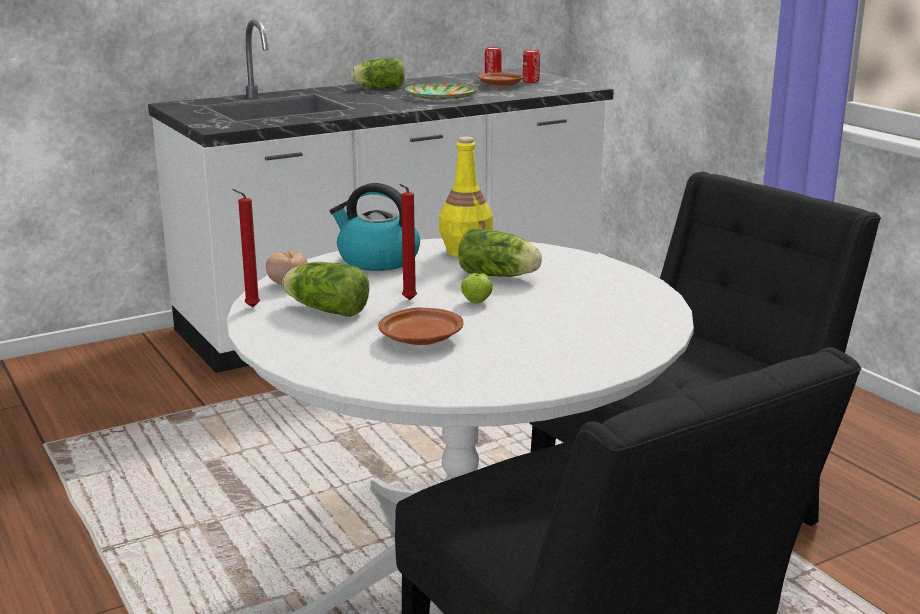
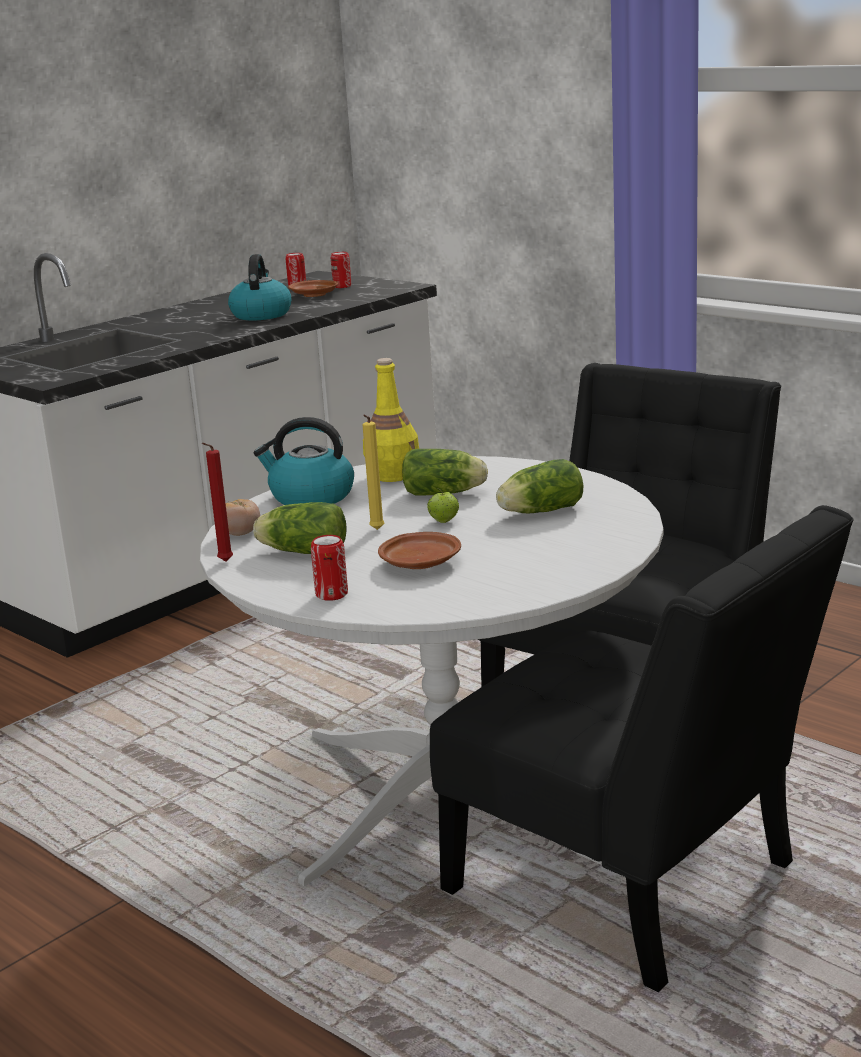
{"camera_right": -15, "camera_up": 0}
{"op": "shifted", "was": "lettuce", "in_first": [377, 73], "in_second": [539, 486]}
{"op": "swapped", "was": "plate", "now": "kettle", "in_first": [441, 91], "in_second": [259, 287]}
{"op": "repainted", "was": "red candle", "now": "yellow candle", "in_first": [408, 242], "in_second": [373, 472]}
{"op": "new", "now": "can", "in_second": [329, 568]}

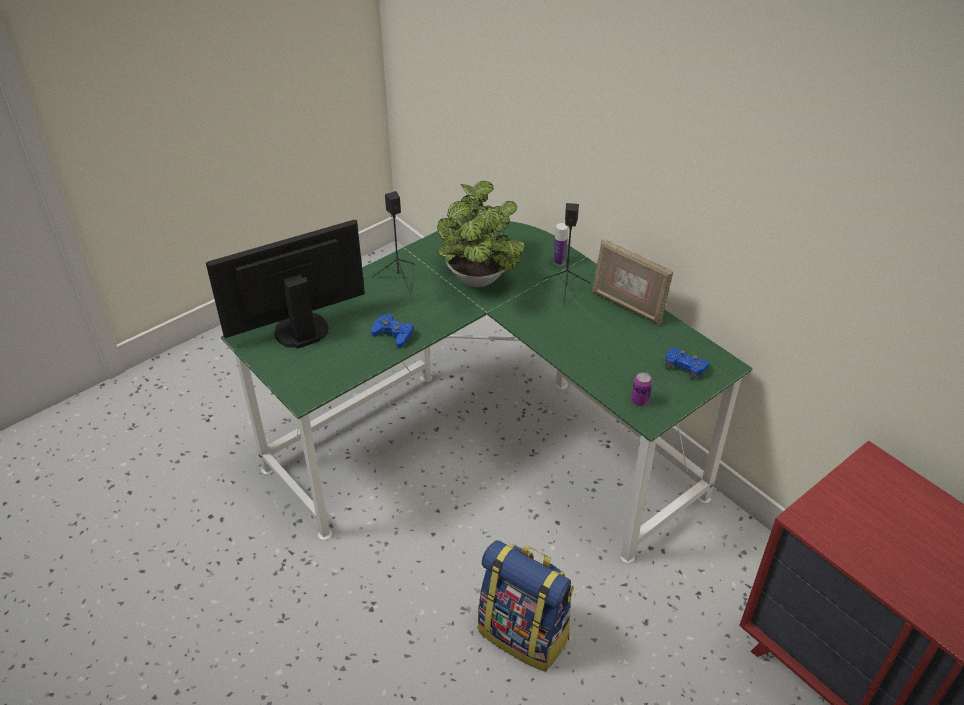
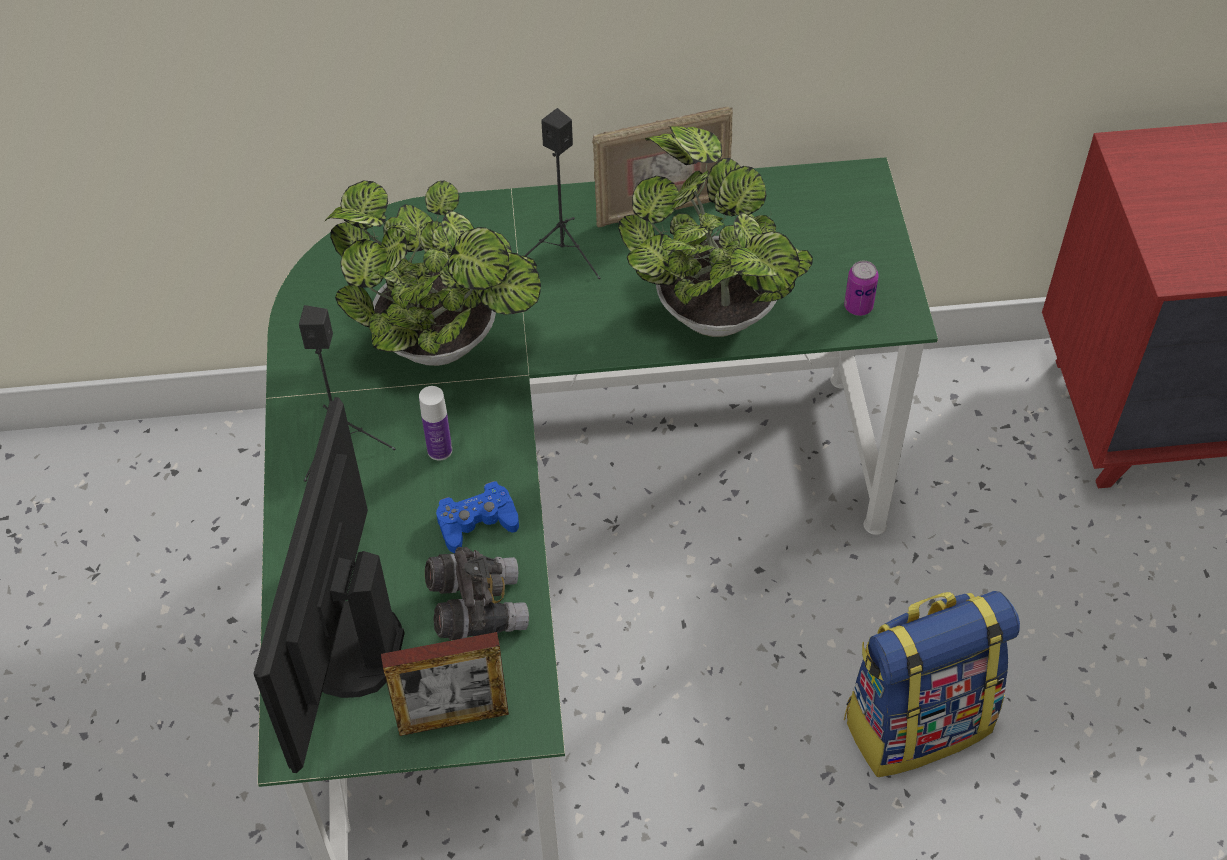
{"camera_right": -55, "camera_up": 10}
{"op": "shifted", "was": "bottle", "in_first": [561, 244], "in_second": [435, 423]}
{"op": "gone", "was": "blue game controller", "in_first": [687, 364]}
{"op": "new", "now": "potted plant", "in_second": [715, 231]}
{"op": "new", "now": "grey binoculars", "in_second": [477, 593]}
{"op": "new", "now": "picture frame", "in_second": [445, 684]}

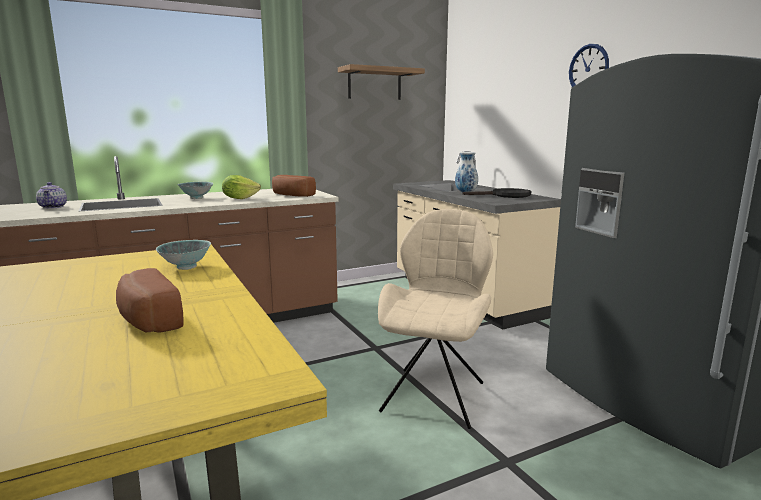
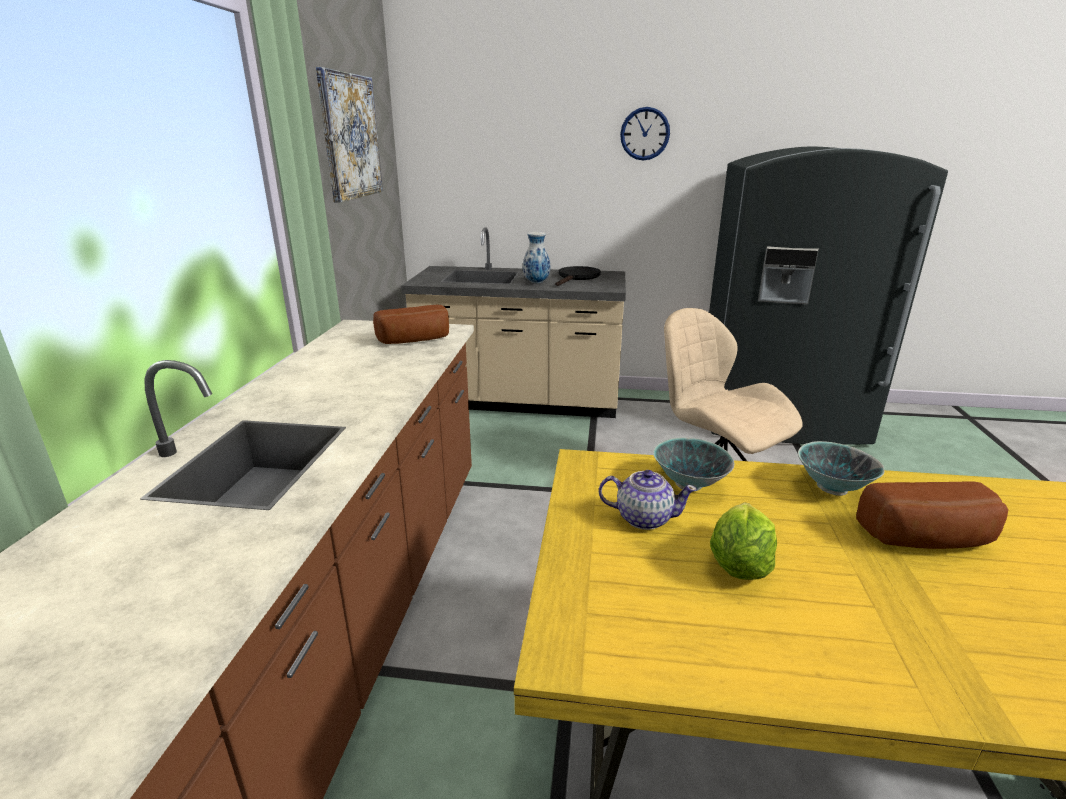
{"camera_right": -55, "camera_up": 10}
{"op": "swapped", "was": "shelf", "now": "picture", "in_first": [381, 82], "in_second": [349, 134]}
{"op": "shifted", "was": "lettuce", "in_first": [241, 187], "in_second": [743, 541]}
{"op": "shifted", "was": "teapot", "in_first": [51, 195], "in_second": [648, 500]}
{"op": "shifted", "was": "bowl", "in_first": [195, 190], "in_second": [841, 468]}

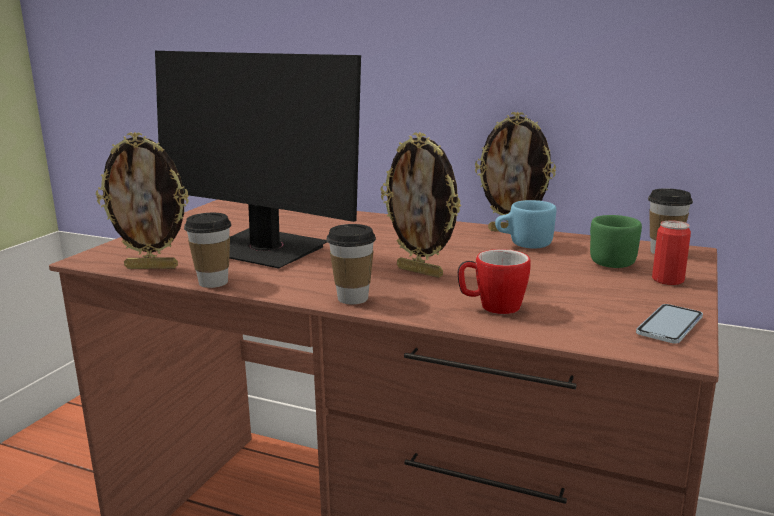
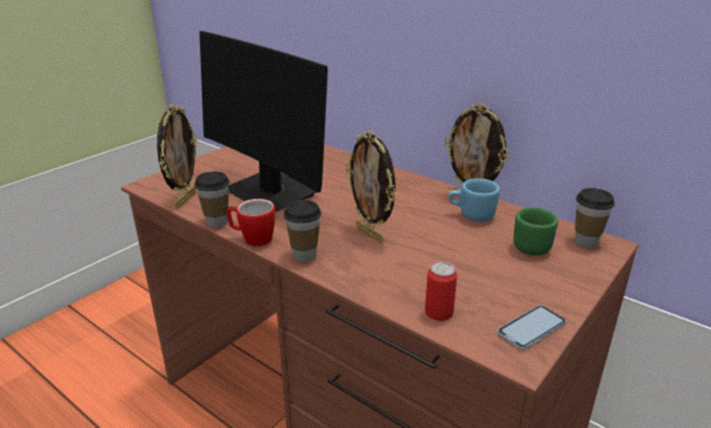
{"camera_right": 15, "camera_up": 10}
{"op": "rotated", "was": "picture frame", "in_first": [142, 200], "in_second": [177, 156], "clockwise": -90}
{"op": "shifted", "was": "can", "in_first": [671, 252], "in_second": [441, 291]}
{"op": "shifted", "was": "mug", "in_first": [494, 281], "in_second": [251, 222]}

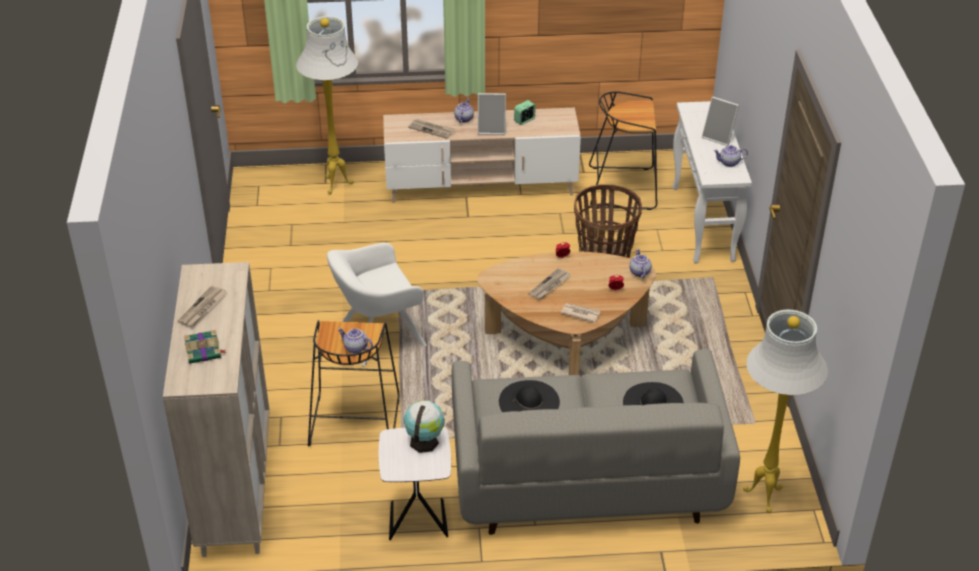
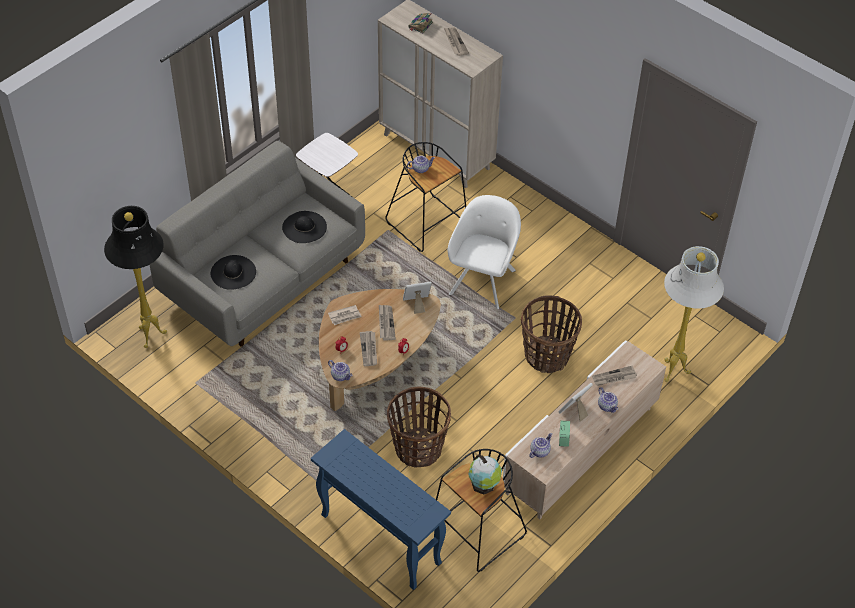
{"camera_right": 135, "camera_up": 10}
{"op": "shifted", "was": "picture frame", "in_first": [720, 121], "in_second": [417, 298]}
{"op": "repainted", "was": "white console table", "now": "blue console table", "in_first": [712, 182], "in_second": [381, 509]}
{"op": "shifted", "was": "teapot", "in_first": [731, 156], "in_second": [540, 445]}
{"op": "repainted", "was": "white floor lamp", "now": "black floor lamp", "in_first": [785, 411], "in_second": [135, 277]}
{"op": "shifted", "was": "globe", "in_first": [424, 426], "in_second": [485, 474]}
{"op": "new", "now": "basket", "in_second": [551, 334]}
{"op": "new", "now": "newspaper", "in_second": [368, 348]}

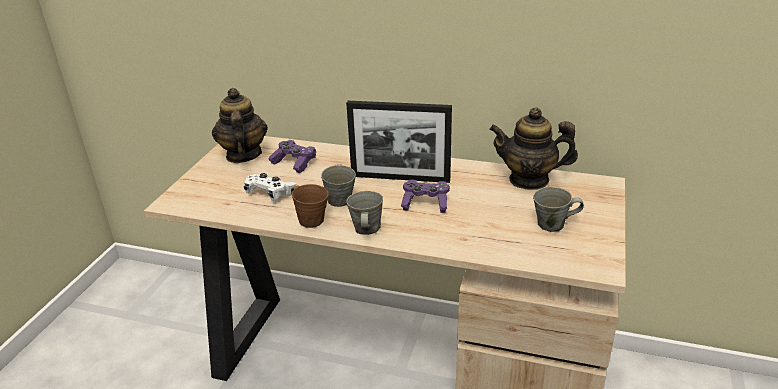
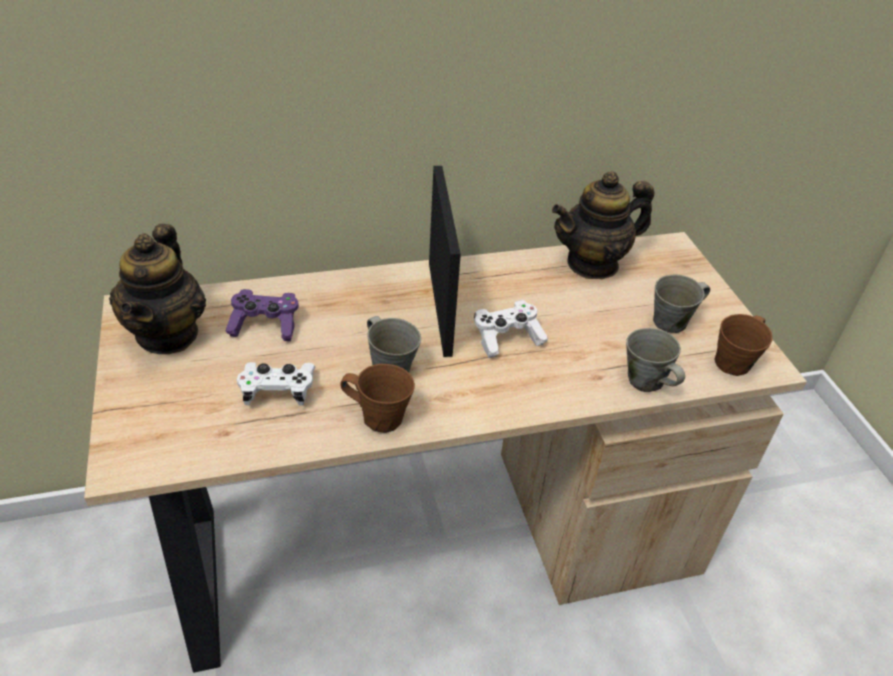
{"camera_right": -35, "camera_up": 10}
{"op": "rotated", "was": "teapot", "in_first": [240, 125], "in_second": [157, 289], "clockwise": -135}
{"op": "rotated", "was": "picture frame", "in_first": [399, 142], "in_second": [445, 261], "clockwise": -75}
{"op": "repainted", "was": "purple game controller", "now": "white game controller", "in_first": [425, 196], "in_second": [511, 329]}
{"op": "shifted", "was": "grey mug", "in_first": [364, 213], "in_second": [655, 360]}
{"op": "new", "now": "brown mug", "in_second": [743, 345]}

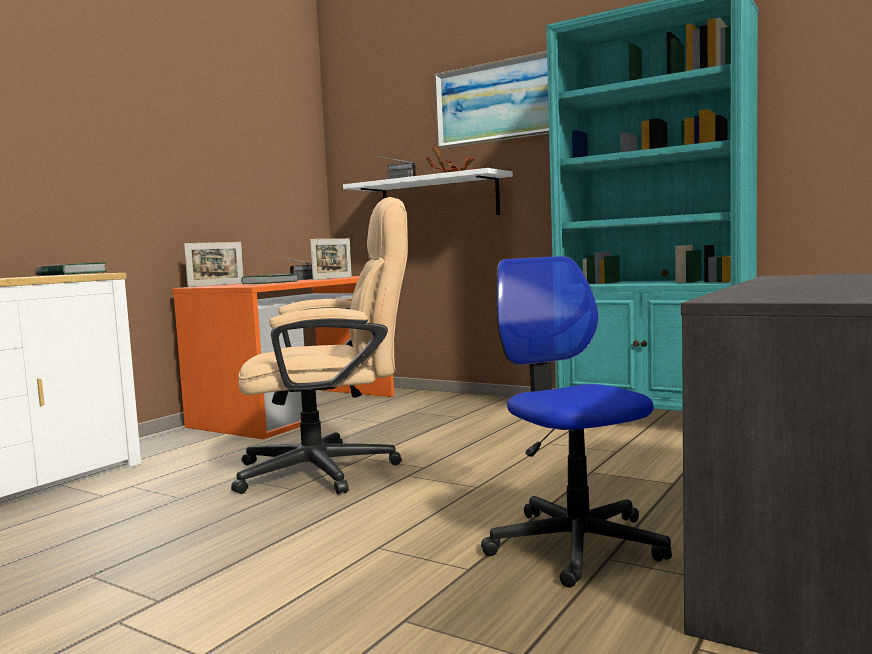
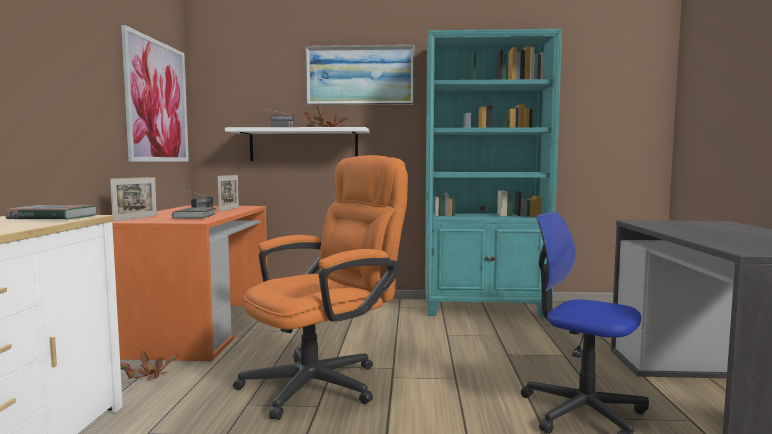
{"camera_right": -30, "camera_up": 0}
{"op": "repainted", "was": "beige office chair", "now": "orange office chair", "in_first": [319, 345], "in_second": [320, 287]}
{"op": "new", "now": "picture", "in_second": [155, 93]}
{"op": "new", "now": "potted plant", "in_second": [150, 365]}

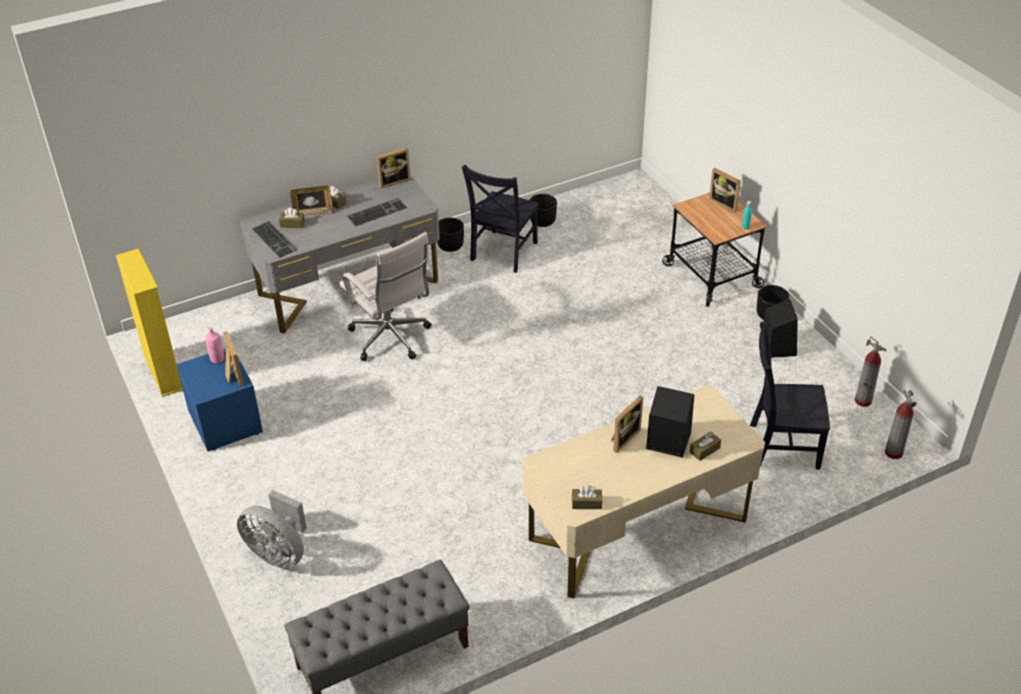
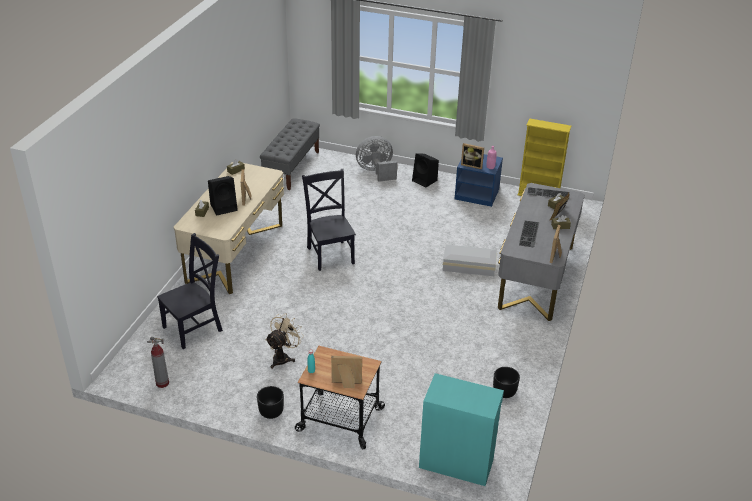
{"camera_right": 135, "camera_up": -5}
{"op": "shifted", "was": "black chair", "in_first": [500, 219], "in_second": [329, 220]}
{"op": "gone", "was": "black planter", "in_first": [450, 235]}
{"op": "swapped", "was": "white office chair", "now": "white storage box", "in_first": [385, 296], "in_second": [470, 260]}
{"op": "shifted", "was": "black speaker", "in_first": [780, 328], "in_second": [425, 170]}
{"op": "gone", "was": "fire extinguisher", "in_first": [901, 424]}
{"op": "new", "now": "beige fan", "in_second": [284, 341]}
{"op": "new", "now": "turquoise cabinet", "in_second": [461, 429]}

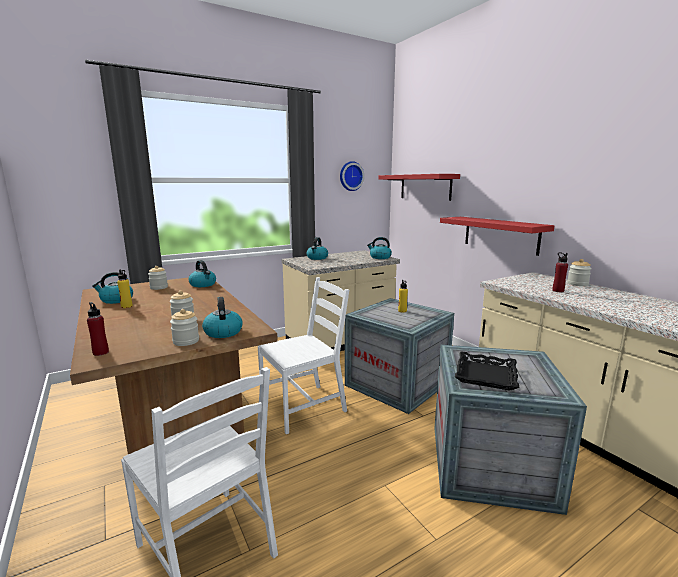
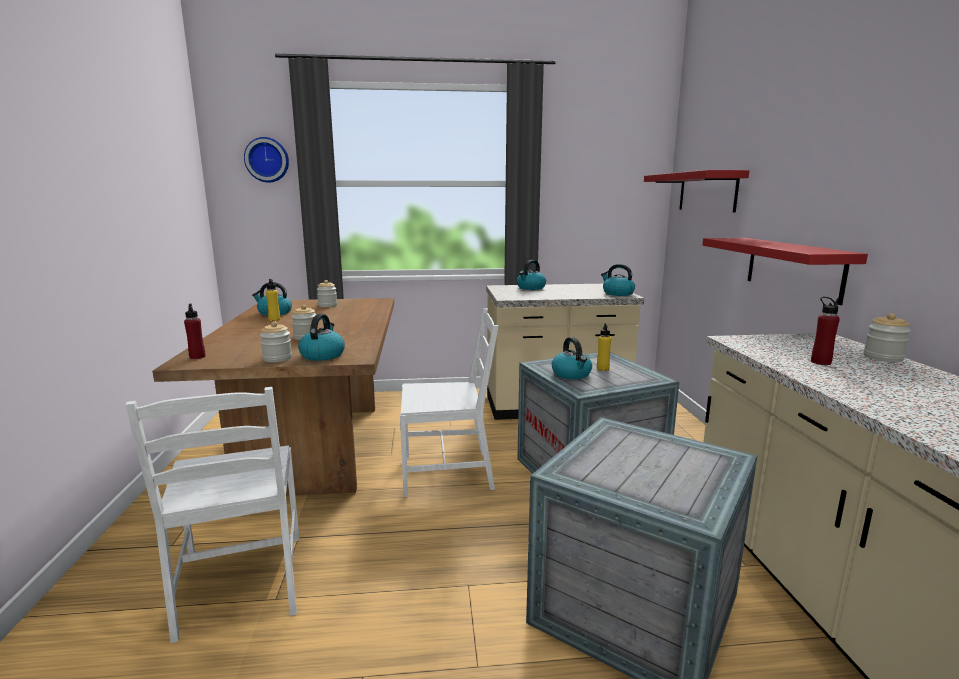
{"camera_right": 25, "camera_up": 0}
{"op": "shifted", "was": "wall clock", "in_first": [352, 176], "in_second": [266, 160]}
{"op": "shifted", "was": "kettle", "in_first": [202, 273], "in_second": [572, 358]}
{"op": "gone", "was": "black tray", "in_first": [487, 371]}

